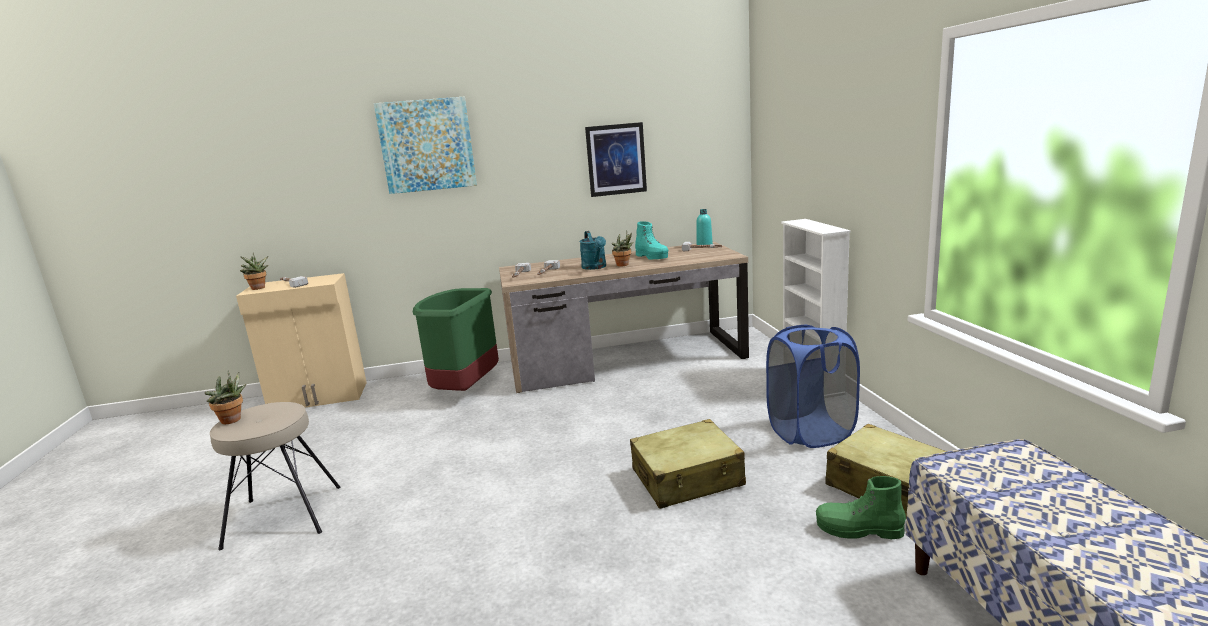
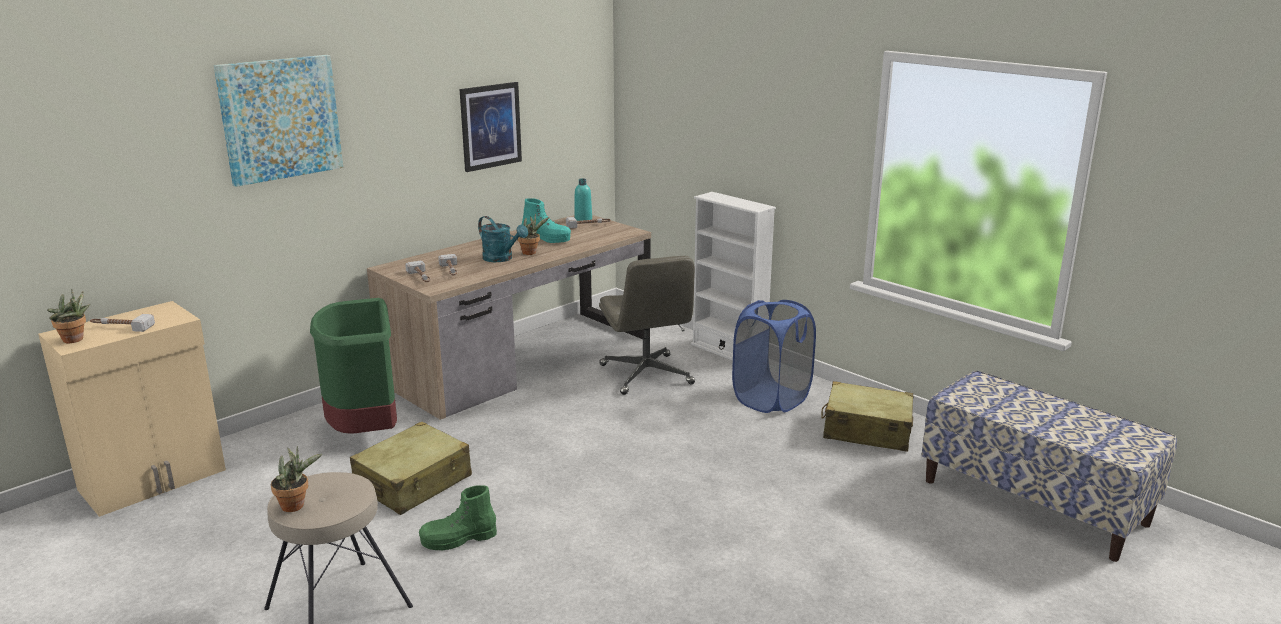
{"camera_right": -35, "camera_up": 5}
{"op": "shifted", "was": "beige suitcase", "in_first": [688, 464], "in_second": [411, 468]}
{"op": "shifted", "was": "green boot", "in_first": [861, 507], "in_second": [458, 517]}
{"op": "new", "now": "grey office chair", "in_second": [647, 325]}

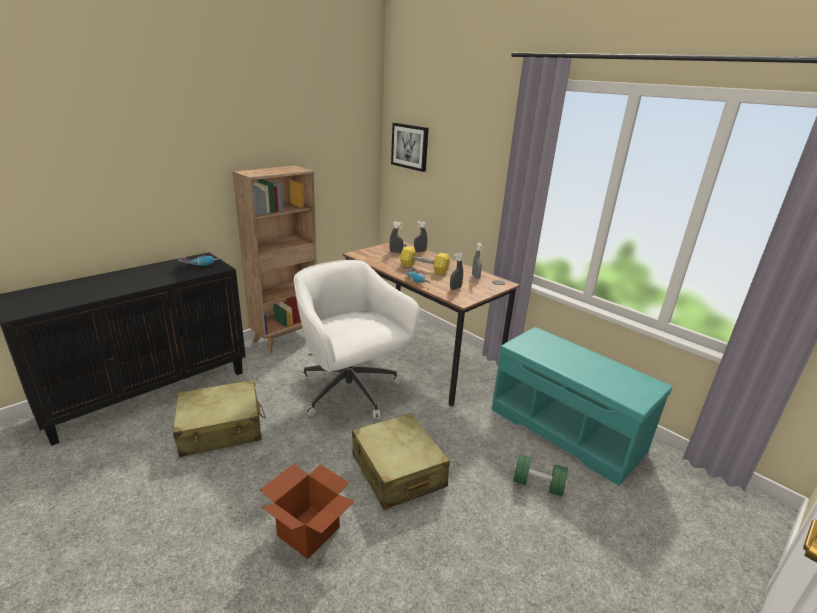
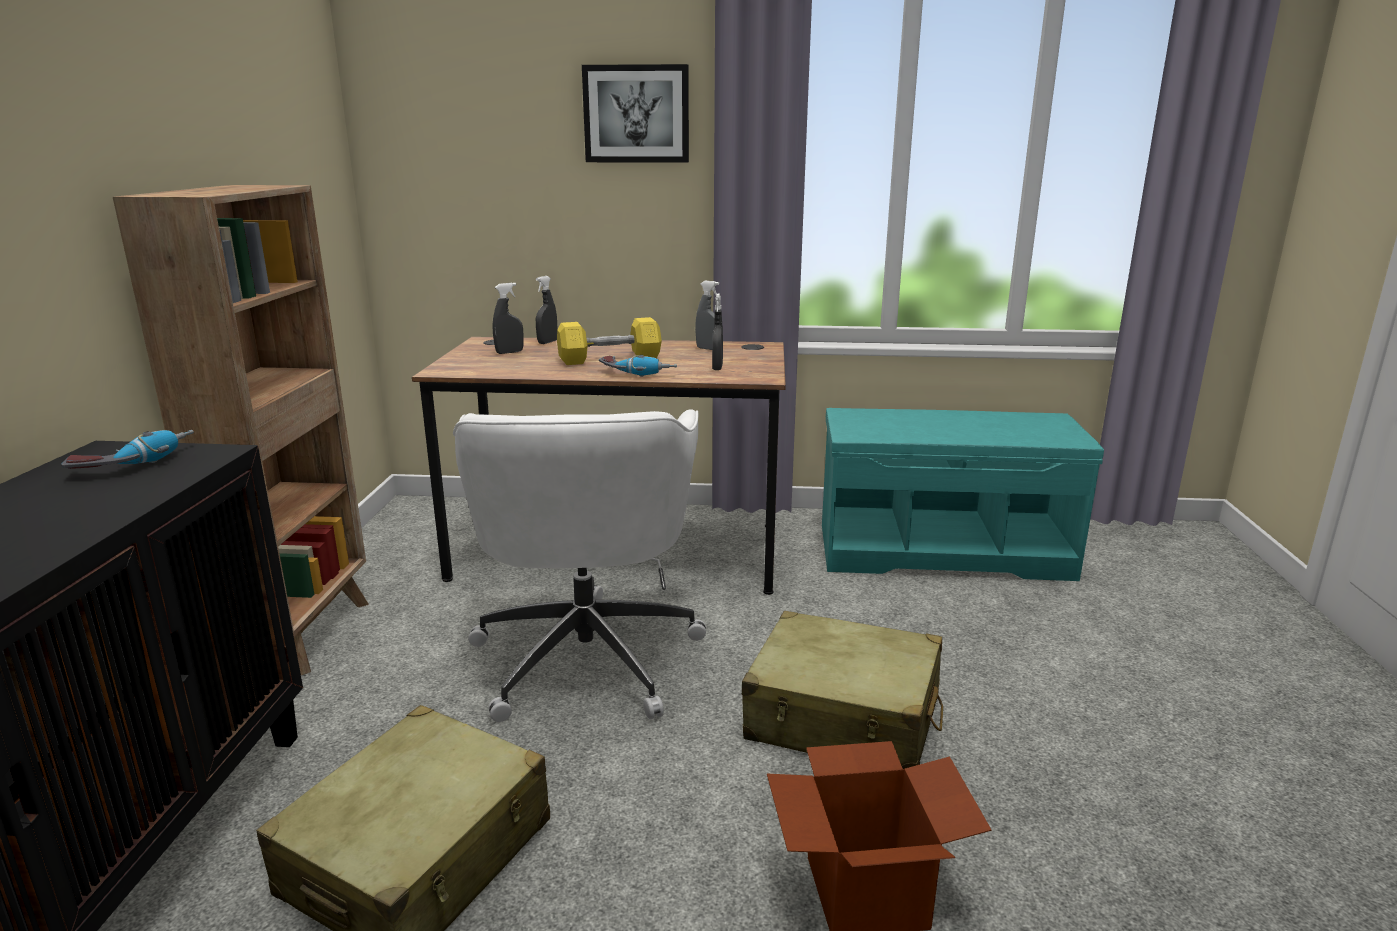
{"camera_right": -40, "camera_up": -5}
{"op": "shifted", "was": "picture", "in_first": [410, 147], "in_second": [635, 113]}
{"op": "rotated", "was": "white office chair", "in_first": [357, 339], "in_second": [579, 565], "clockwise": -105}
{"op": "gone", "was": "green dumbbell", "in_first": [541, 475]}

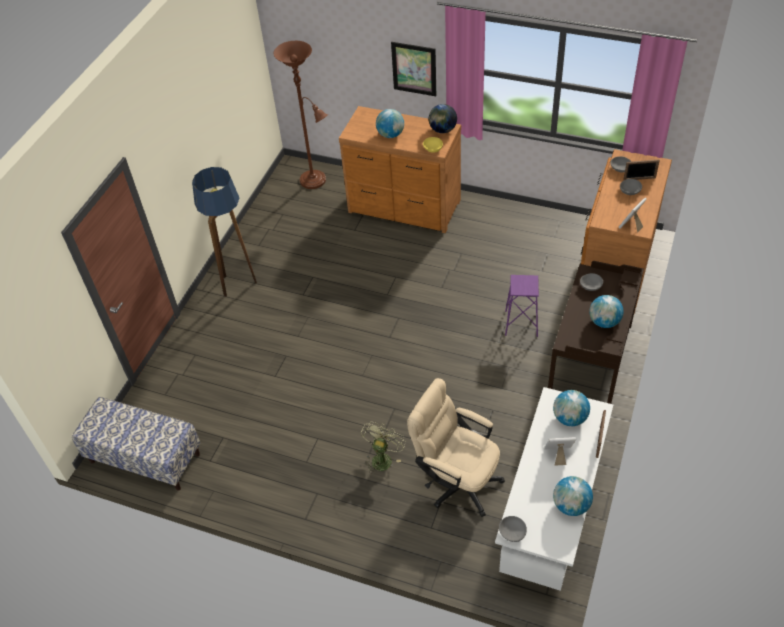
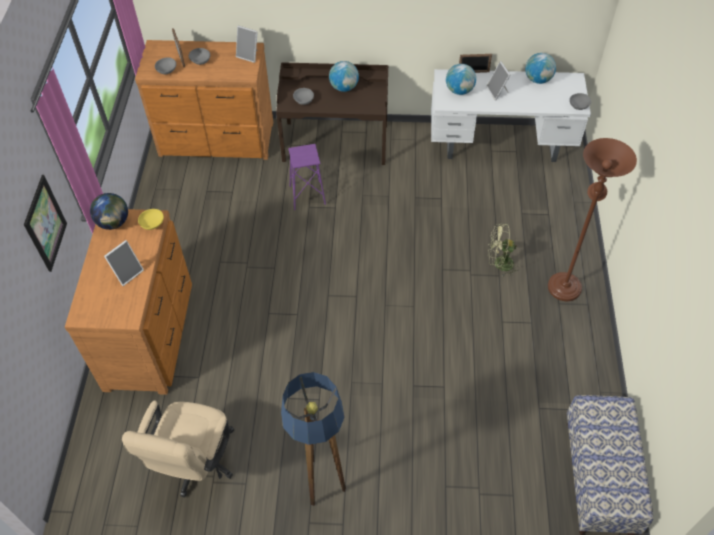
{"camera_right": -110, "camera_up": 5}
{"op": "shifted", "was": "brown floor lamp", "in_first": [301, 115], "in_second": [592, 219]}
{"op": "swapped", "was": "globe", "now": "picture frame", "in_first": [390, 123], "in_second": [124, 263]}
{"op": "shifted", "was": "beige office chair", "in_first": [456, 447], "in_second": [178, 449]}

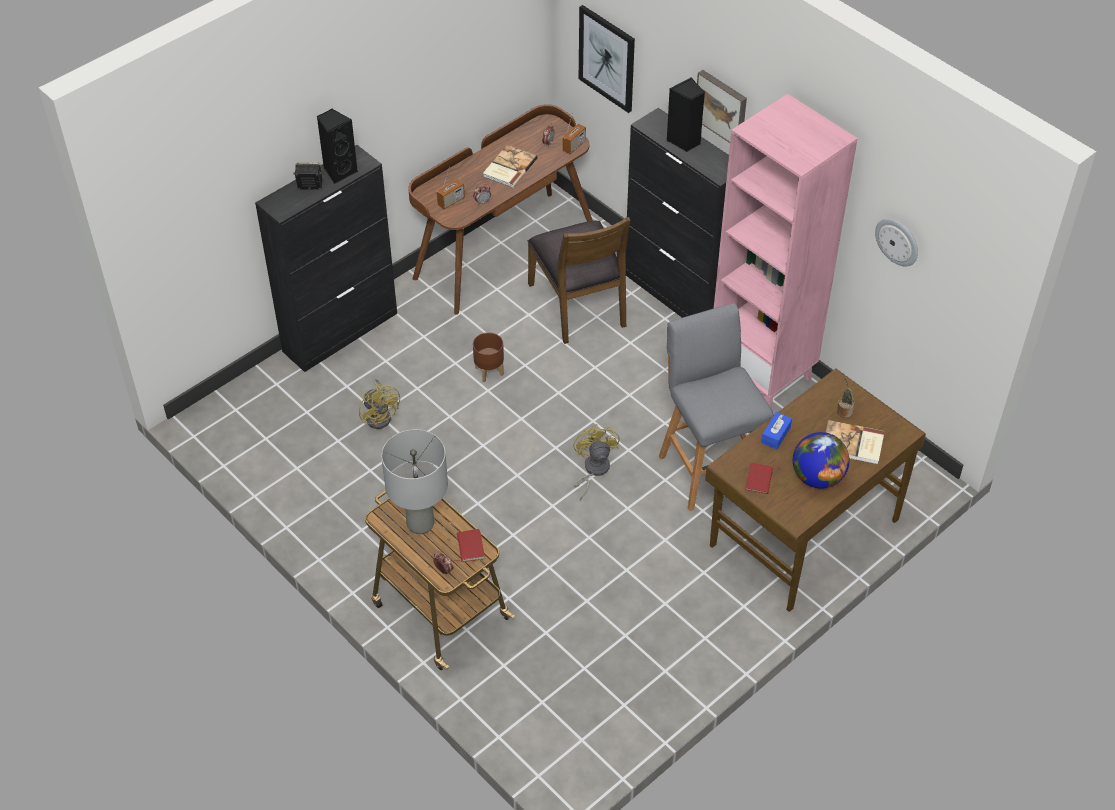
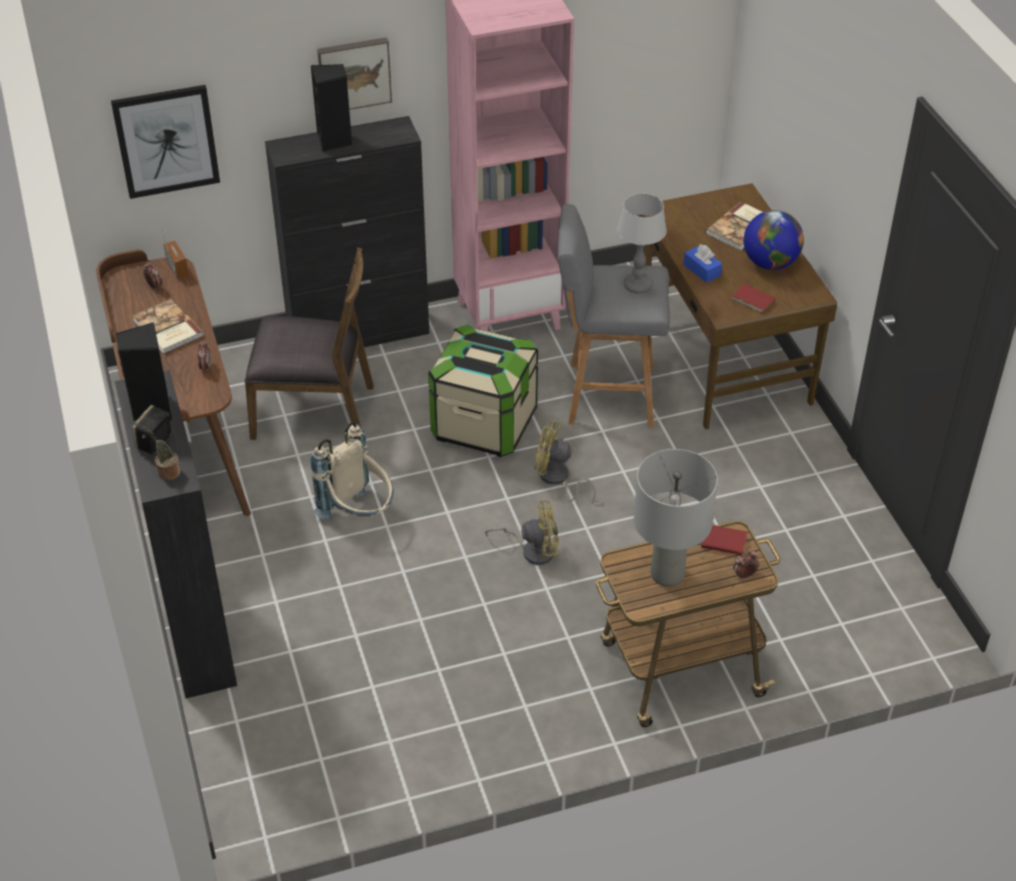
{"camera_right": -65, "camera_up": -5}
{"op": "gone", "was": "radio", "in_first": [451, 188]}
{"op": "gone", "was": "wall clock", "in_first": [896, 242]}
{"op": "swapped", "was": "brown planter", "now": "beige backpack", "in_first": [488, 357], "in_second": [352, 470]}
{"op": "shifted", "was": "potted plant", "in_first": [846, 397], "in_second": [162, 455]}
{"op": "shifted", "was": "yellow fan", "in_first": [379, 404], "in_second": [522, 532]}
{"op": "new", "now": "table lamp", "in_second": [642, 244]}
{"op": "new", "now": "storage box", "in_second": [483, 391]}

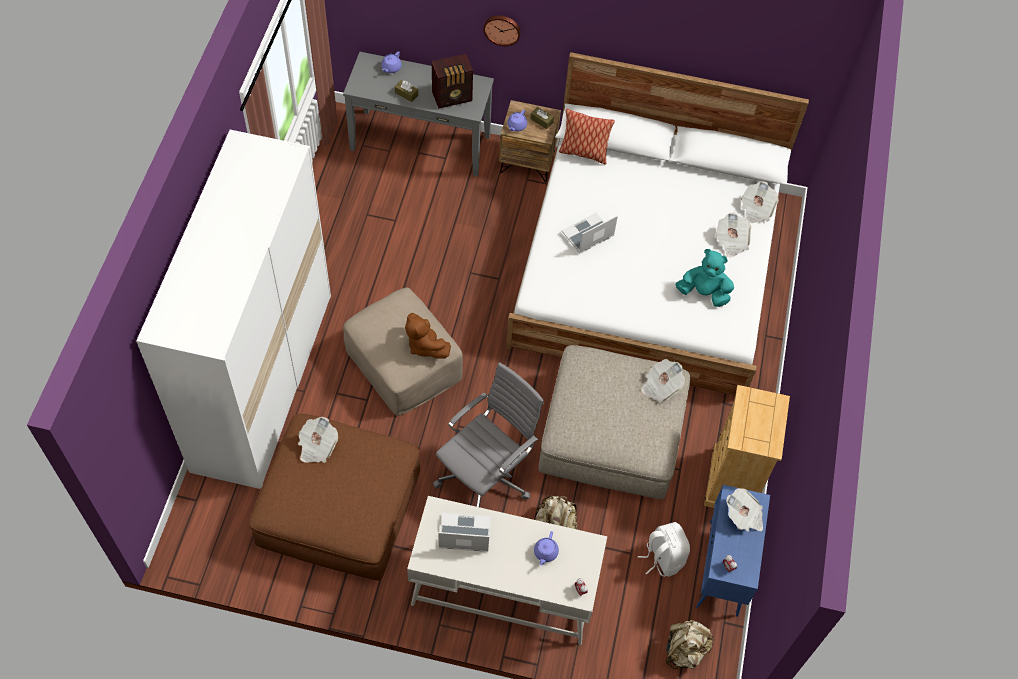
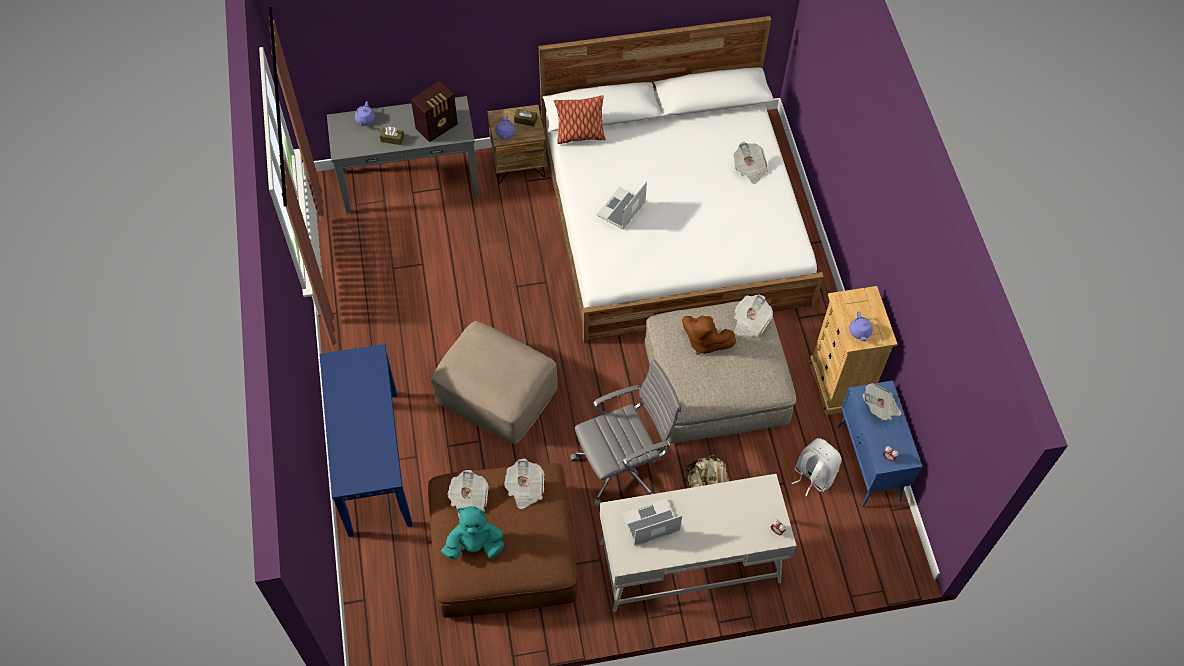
{"camera_right": -20, "camera_up": 0}
{"op": "gone", "was": "wall clock", "in_first": [502, 30]}
{"op": "swapped", "was": "white wardrobe", "now": "blue console table", "in_first": [233, 309], "in_second": [366, 440]}
{"op": "shifted", "was": "newspaper", "in_first": [760, 202], "in_second": [524, 484]}
{"op": "shifted", "was": "turquoise plush toy", "in_first": [704, 278], "in_second": [473, 532]}
{"op": "shifted", "was": "brown plush toy", "in_first": [428, 335], "in_second": [709, 335]}
{"op": "rotated", "was": "grey office chair", "in_first": [488, 434], "in_second": [625, 433], "clockwise": 45}
{"op": "shifted", "was": "purple teapot", "in_first": [546, 548], "in_second": [861, 326]}
{"op": "gone", "was": "beige backpack", "in_first": [690, 644]}

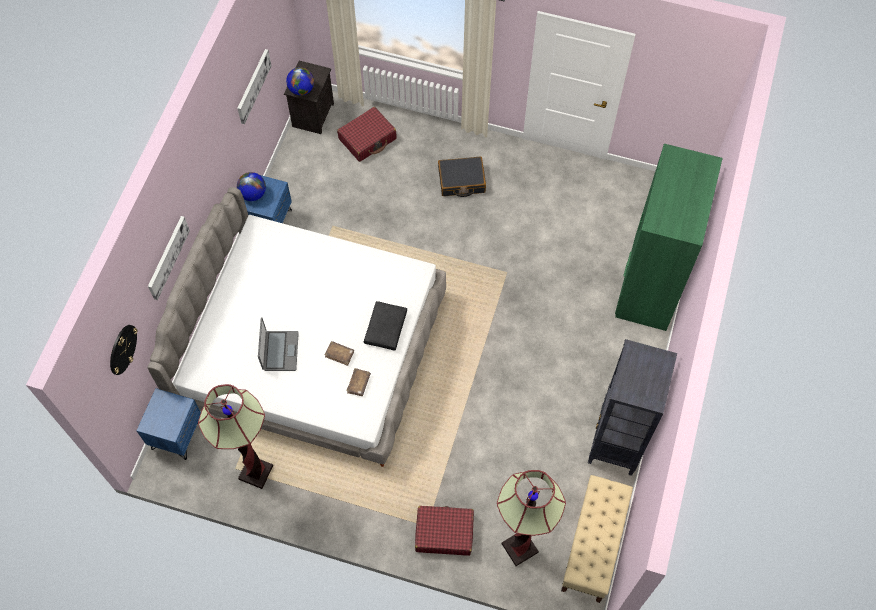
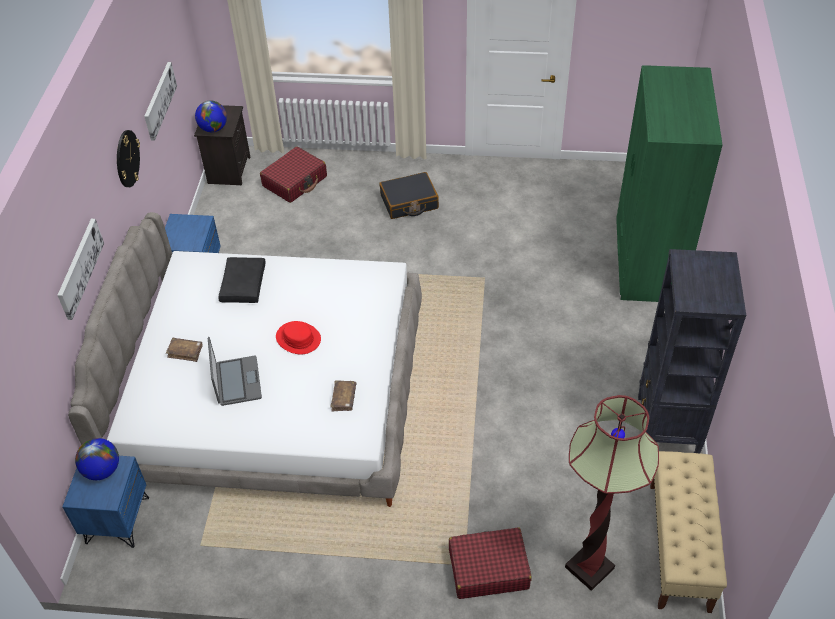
{"camera_right": -10, "camera_up": -15}
{"op": "shifted", "was": "globe", "in_first": [251, 186], "in_second": [97, 459]}
{"op": "shifted", "was": "black pillow", "in_first": [385, 325], "in_second": [242, 280]}
{"op": "shifted", "was": "wall clock", "in_first": [124, 350], "in_second": [128, 158]}
{"op": "shifted", "was": "brown book", "in_first": [339, 353], "in_second": [184, 350]}
{"op": "gone", "was": "floor lamp", "in_first": [235, 436]}
{"op": "new", "now": "red hat", "in_second": [298, 337]}

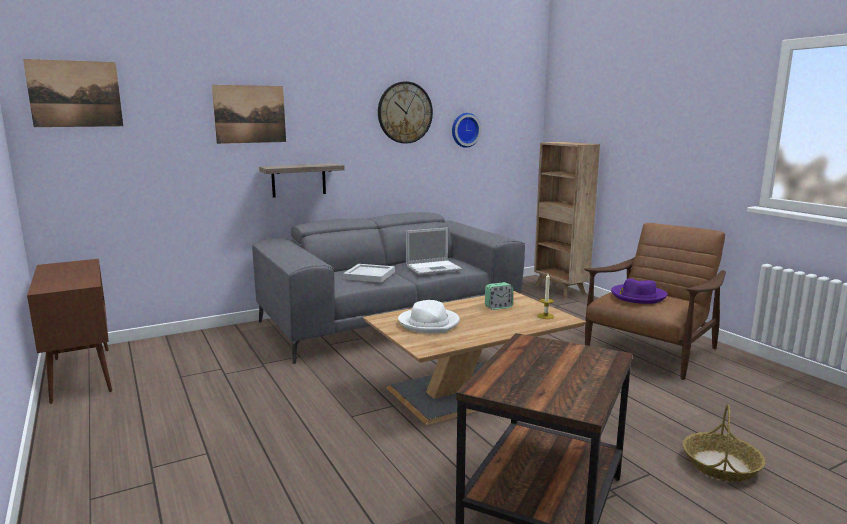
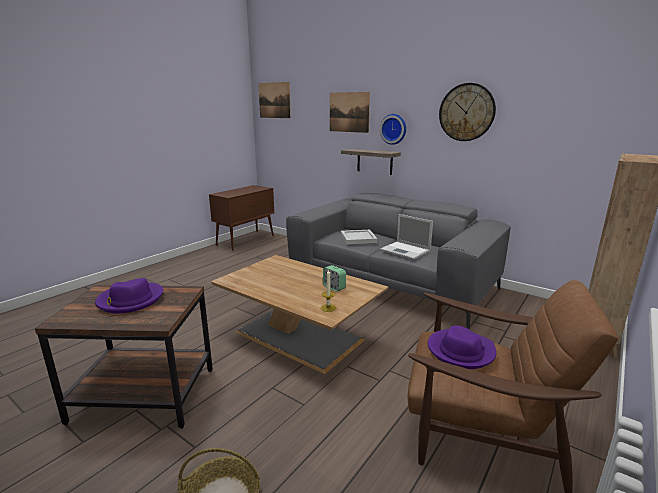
{"camera_right": 65, "camera_up": 5}
{"op": "shifted", "was": "wall clock", "in_first": [466, 130], "in_second": [393, 129]}
{"op": "gone", "was": "white hat", "in_first": [429, 316]}
{"op": "new", "now": "purple hat", "in_second": [129, 295]}

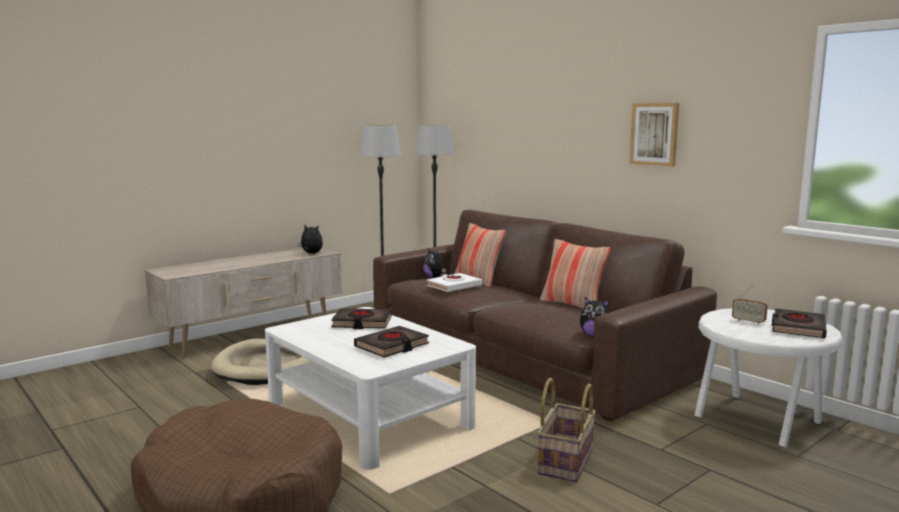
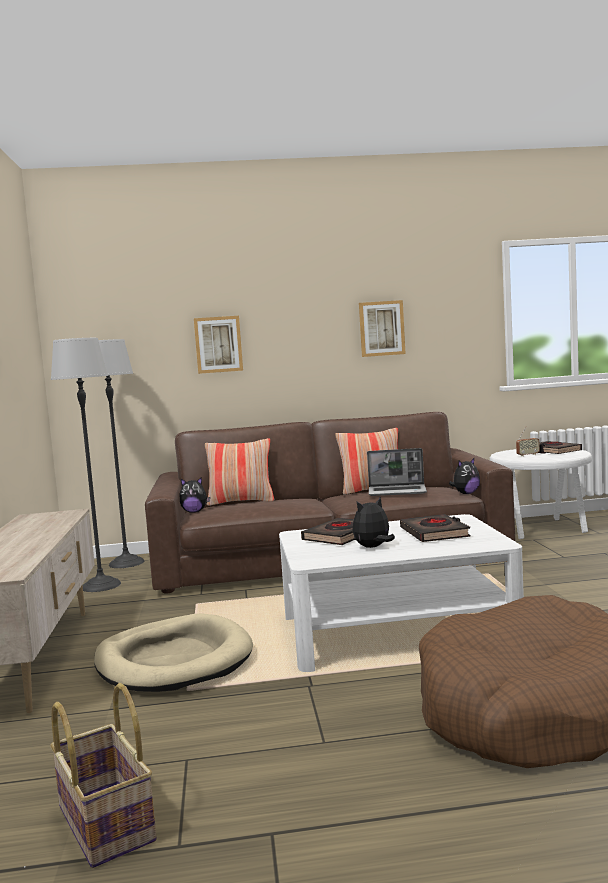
{"camera_right": -55, "camera_up": -5}
{"op": "shifted", "was": "plush toy", "in_first": [310, 239], "in_second": [373, 522]}
{"op": "gone", "was": "white book", "in_first": [454, 282]}
{"op": "shifted", "was": "basket", "in_first": [566, 430], "in_second": [103, 775]}
{"op": "new", "now": "picture", "in_second": [218, 345]}
{"op": "new", "now": "laptop", "in_second": [397, 472]}

